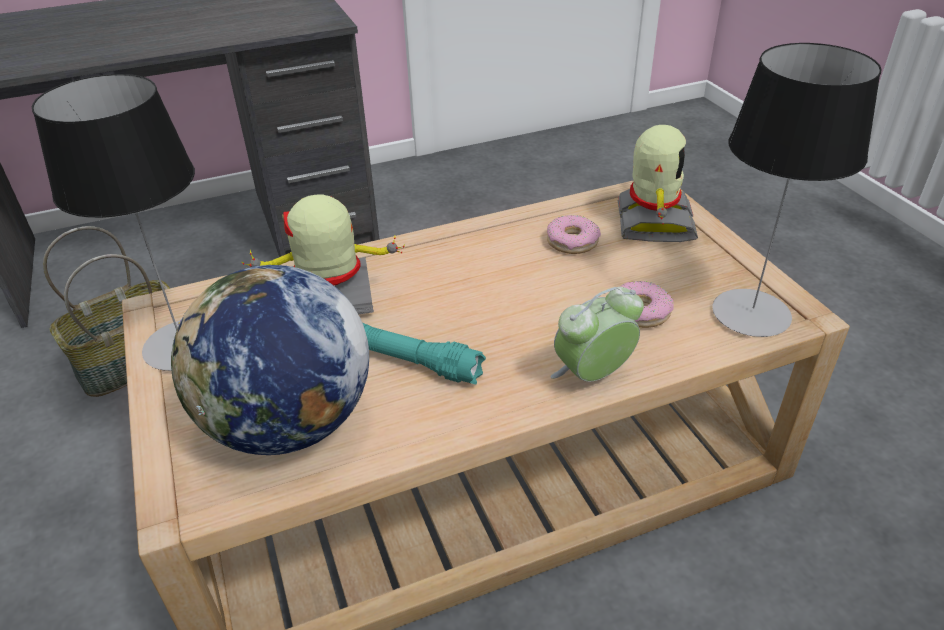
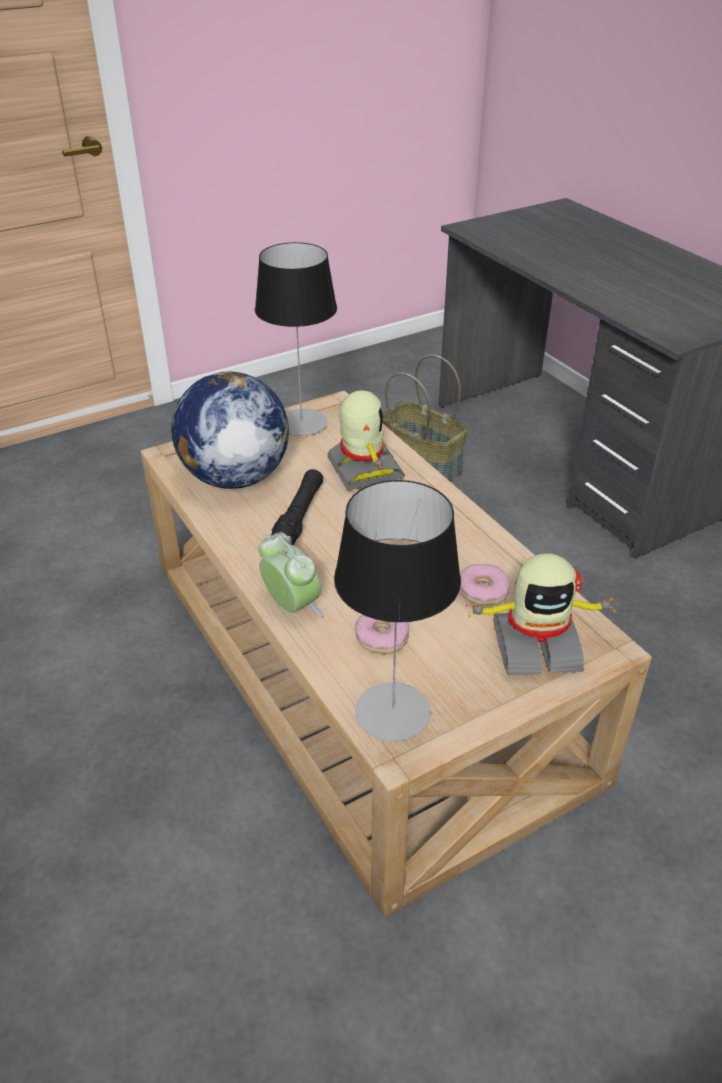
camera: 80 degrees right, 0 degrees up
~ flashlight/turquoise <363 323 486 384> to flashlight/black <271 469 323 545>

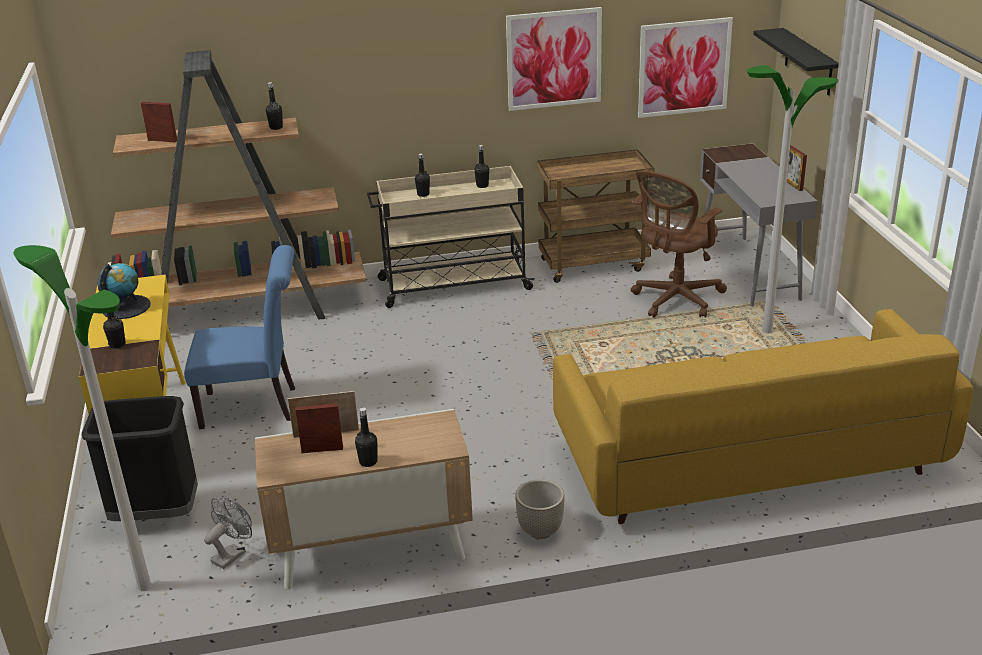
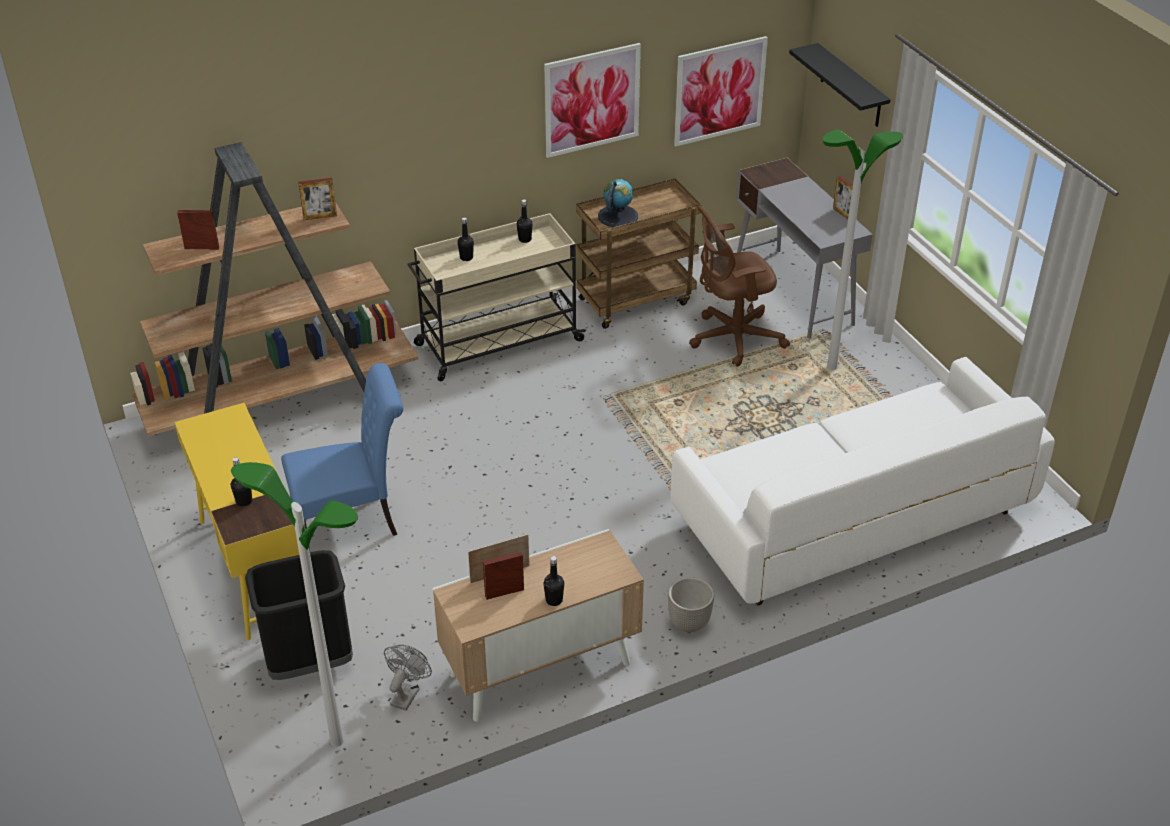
camera: 15 degrees left, 10 degrees up
~ bottle/black <266 82 283 130> to picture frame <298 178 337 220>
~ office chair/brown <631 171 727 318> = <689 205 790 367> 45 degrees clockwise
~ globe <97 263 151 319> to <598 179 638 227>
~ sofa/yellow <553 309 973 524> to sofa/white <671 357 1055 606>

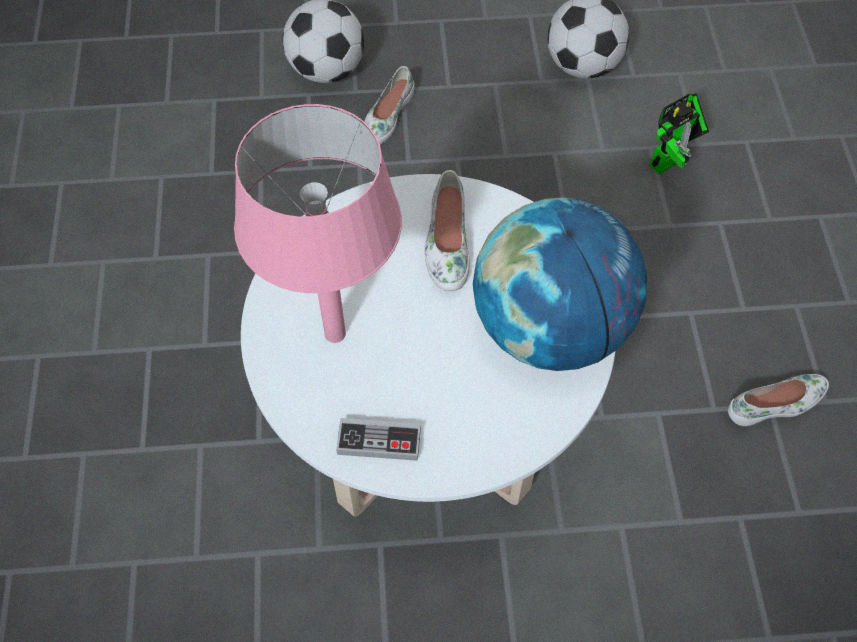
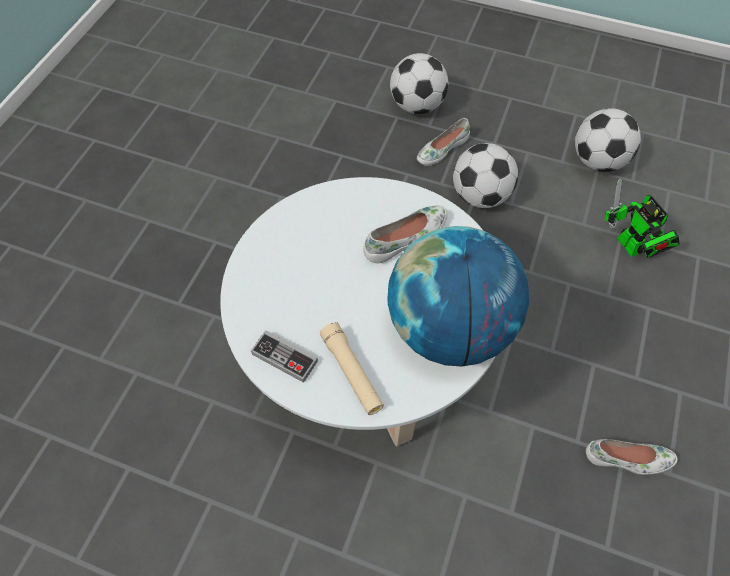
camera: 25 degrees right, 0 degrees up
~ toy robot <649 93 709 174> = <604 178 680 258> 75 degrees clockwise
- table lamp/pink <234 104 402 343>
~ shoe/white <424 170 470 291> = <363 205 447 263> 150 degrees counterclockwise
+ football <453 143 518 208>
+ flashlight/beige <320 322 384 415>

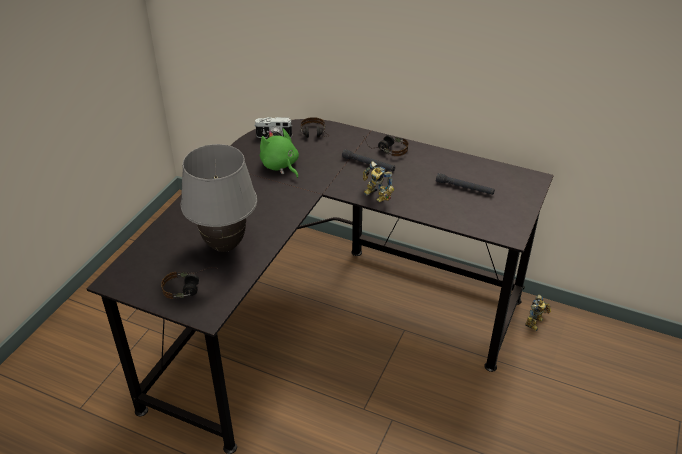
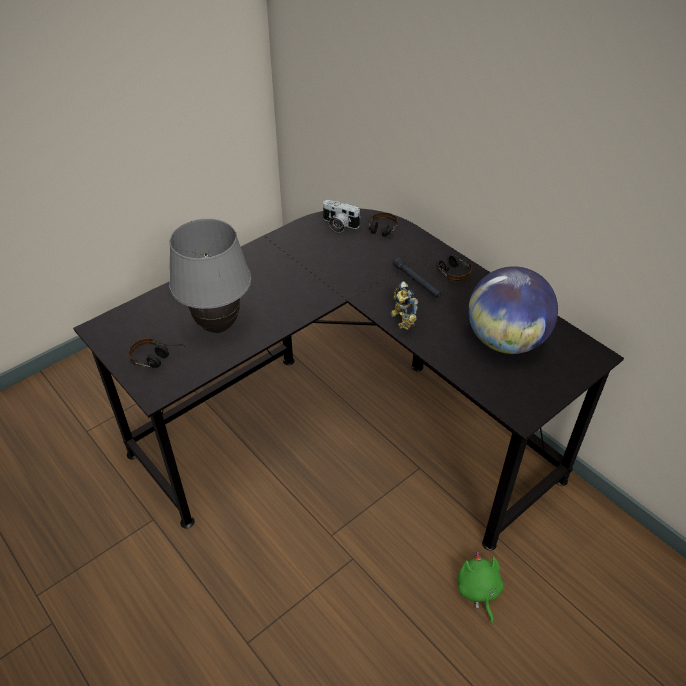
camera: 25 degrees right, 5 degrees up
~ plush toy/green <260 128 299 178> to <458 552 504 624>
~ flashlight/black <436 173 495 195> to globe <468 266 558 354>
- toy robot <525 295 551 331>

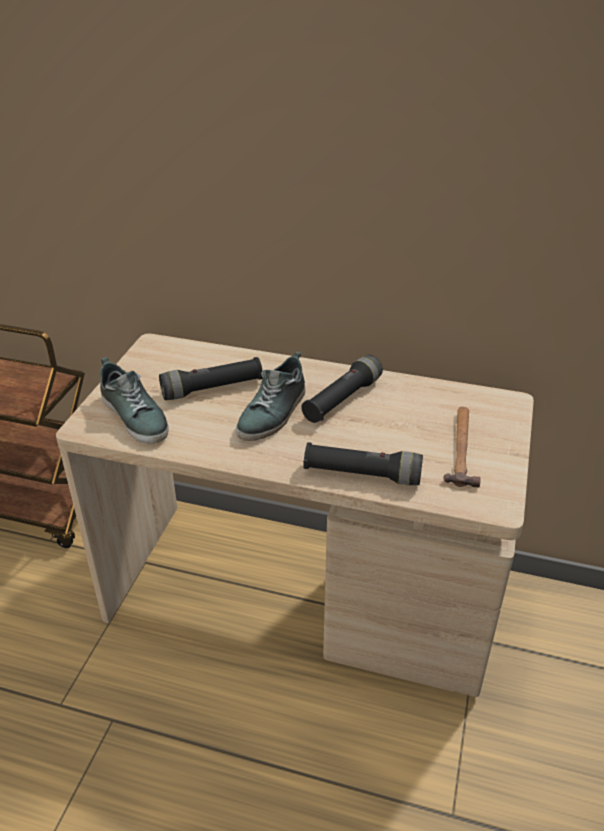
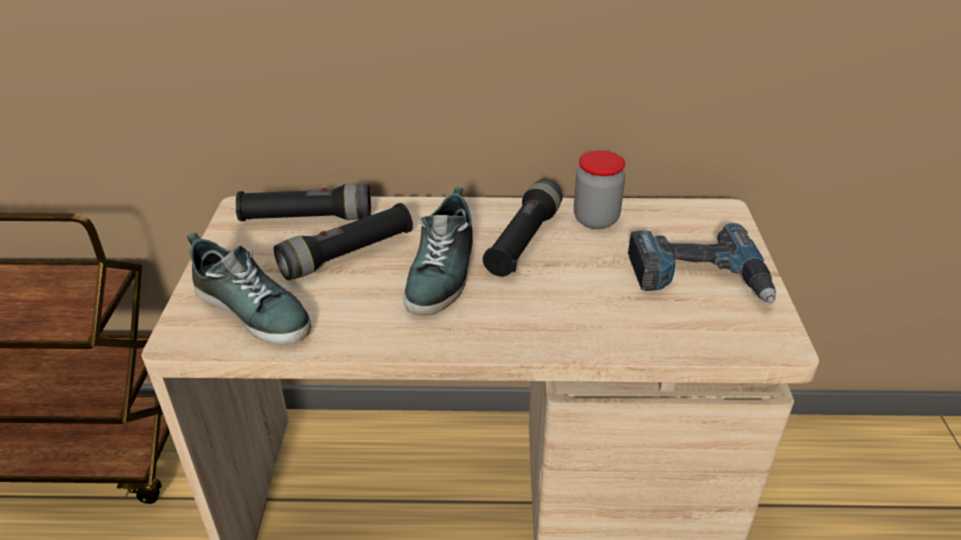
camera: 15 degrees left, 0 degrees up
~ hammer <443 407 481 488> to power drill <628 223 776 304>
~ flashlight/black <304 442 423 485> to <236 183 371 221>
+ jar <574 150 625 229>

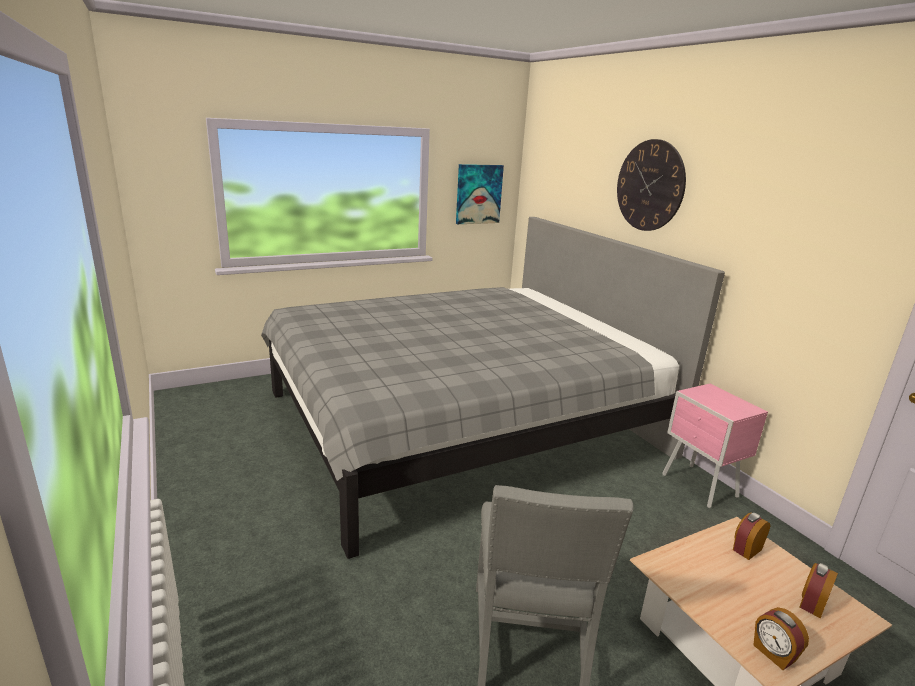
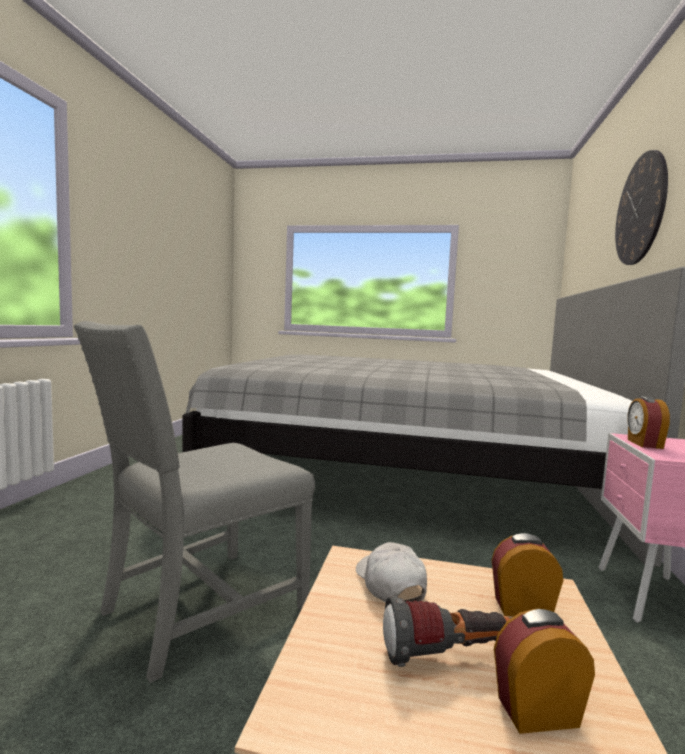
camera: 40 degrees right, 15 degrees down
- picture <456 164 504 224>
~ alarm clock <754 607 809 670> to <627 396 670 449>
+ cap/white <356 542 427 603>
+ flashlight <383 596 511 667>

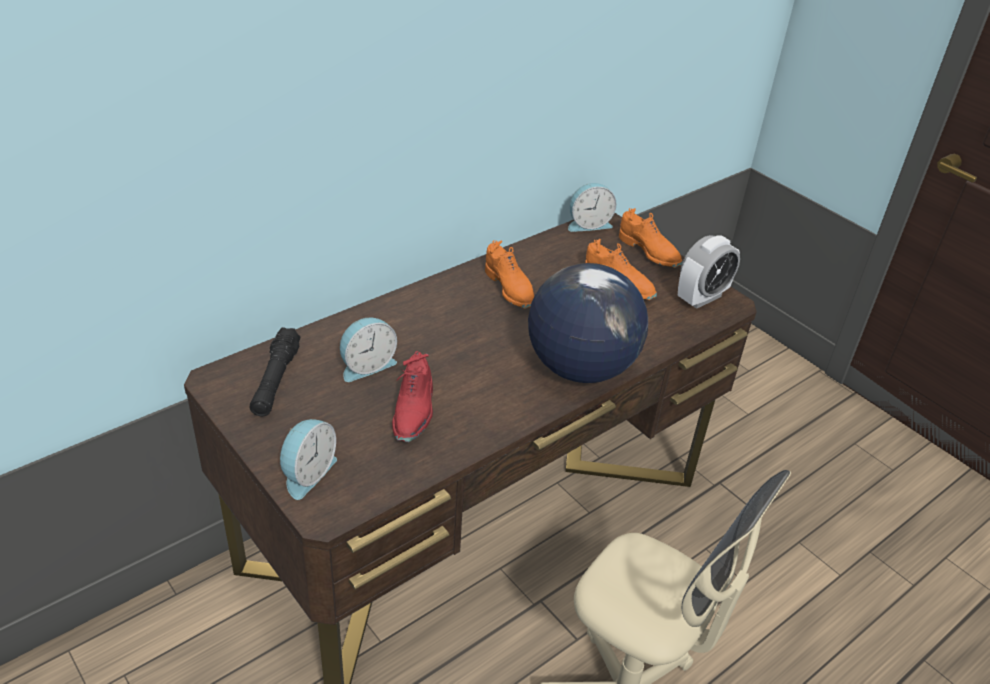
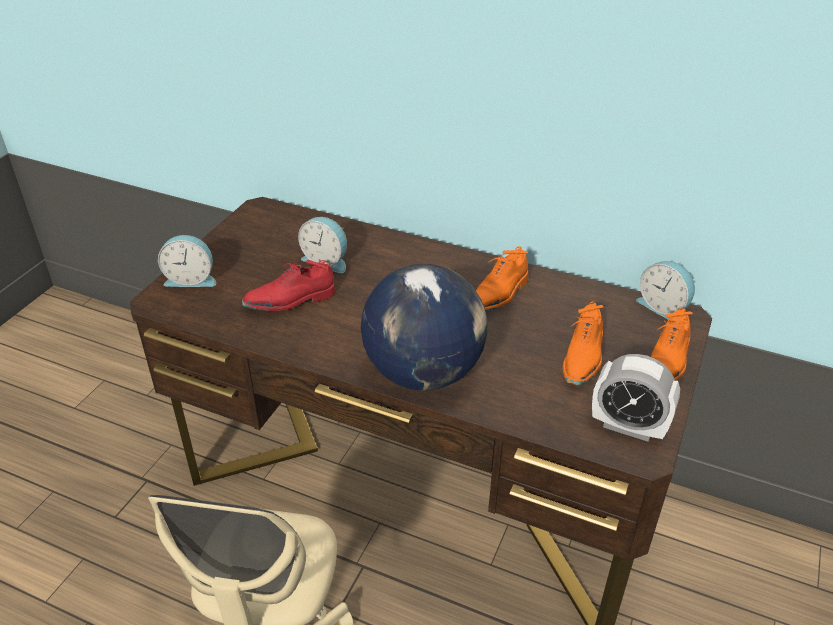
camera: 65 degrees right, 0 degrees up
- flashlight/black <250 327 300 416>

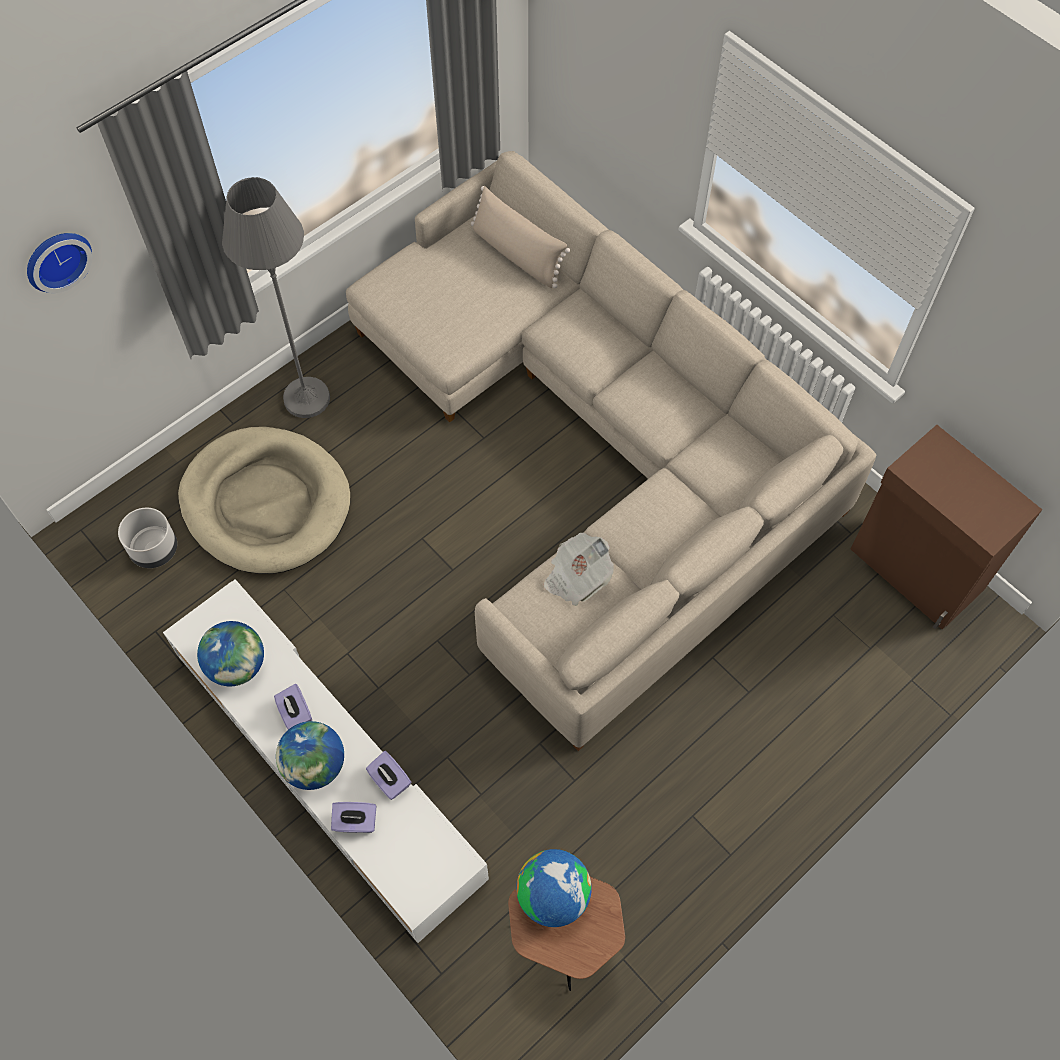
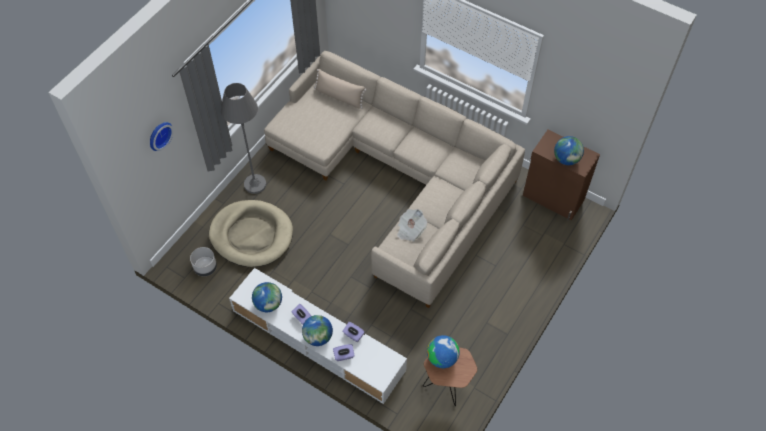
camera: 15 degrees left, 5 degrees down
+ globe <554 136 584 165>

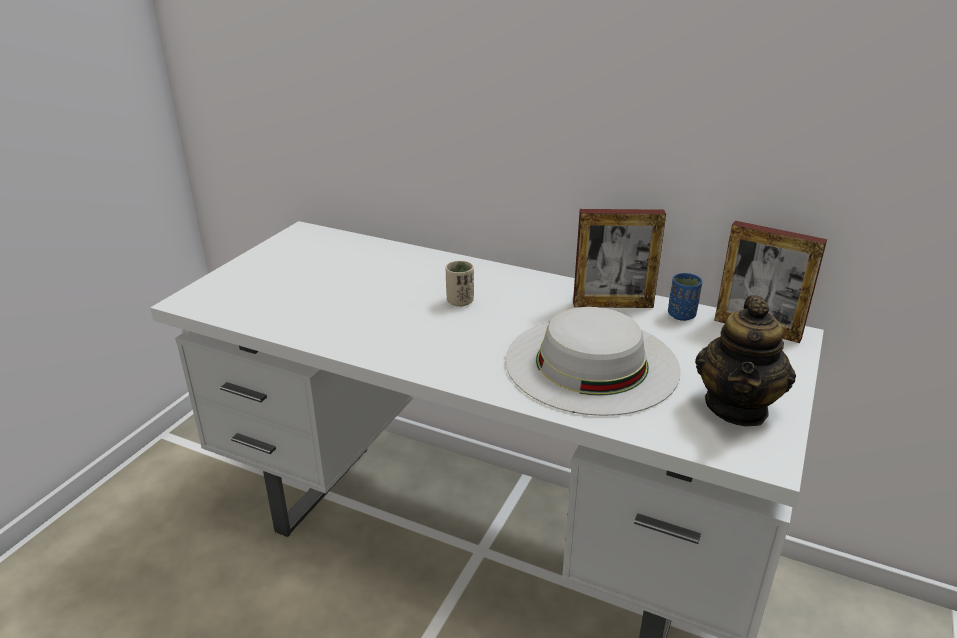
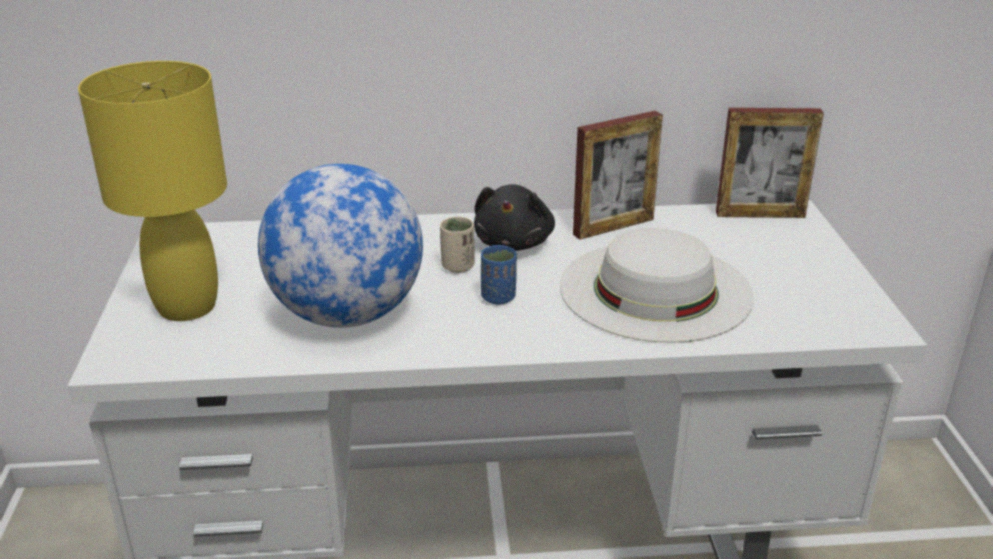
camera: 30 degrees left, 0 degrees up
~ cup/blue <668 273 702 321> to <481 245 517 304>
- teapot <695 295 796 426>
+ table lamp/yellow <78 61 227 321>
+ globe <258 164 423 328>
+ plush toy/black <474 185 555 251>

